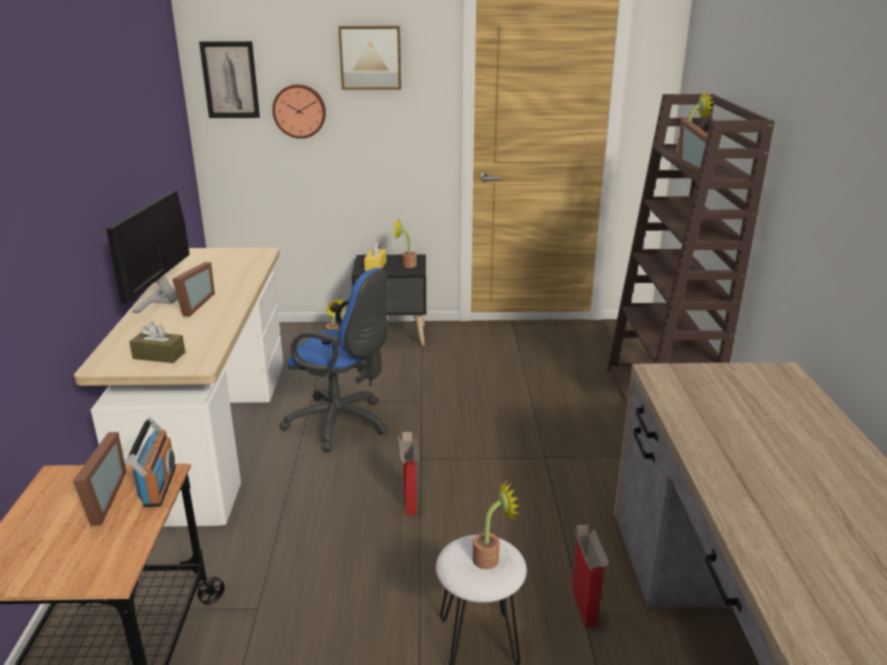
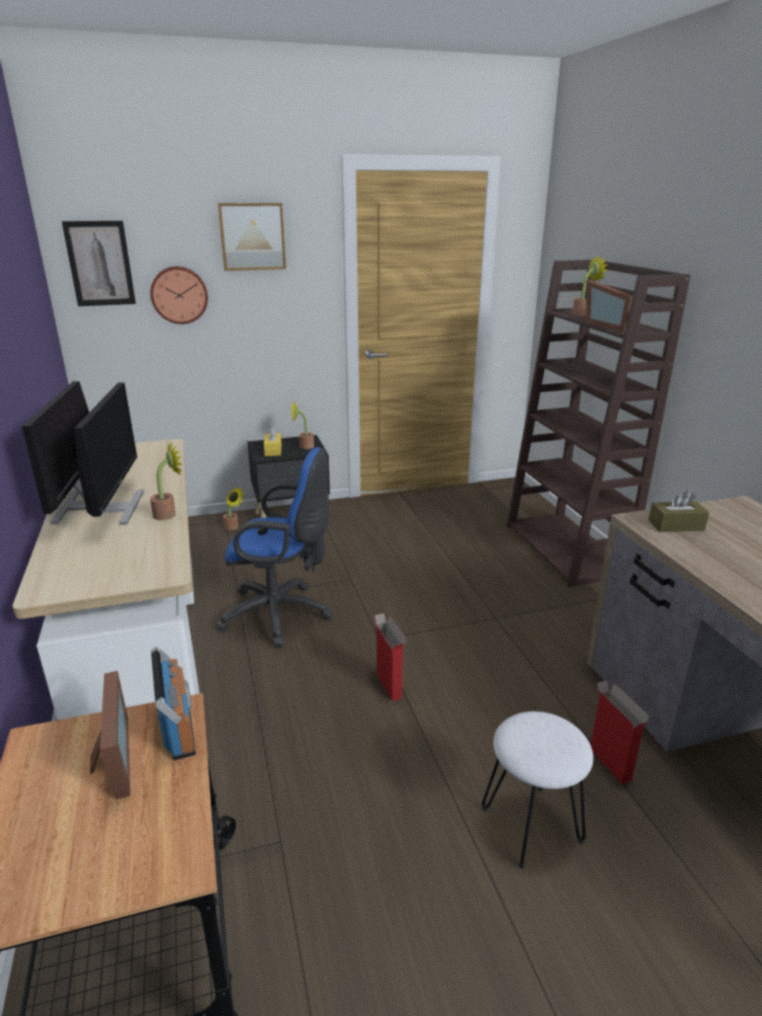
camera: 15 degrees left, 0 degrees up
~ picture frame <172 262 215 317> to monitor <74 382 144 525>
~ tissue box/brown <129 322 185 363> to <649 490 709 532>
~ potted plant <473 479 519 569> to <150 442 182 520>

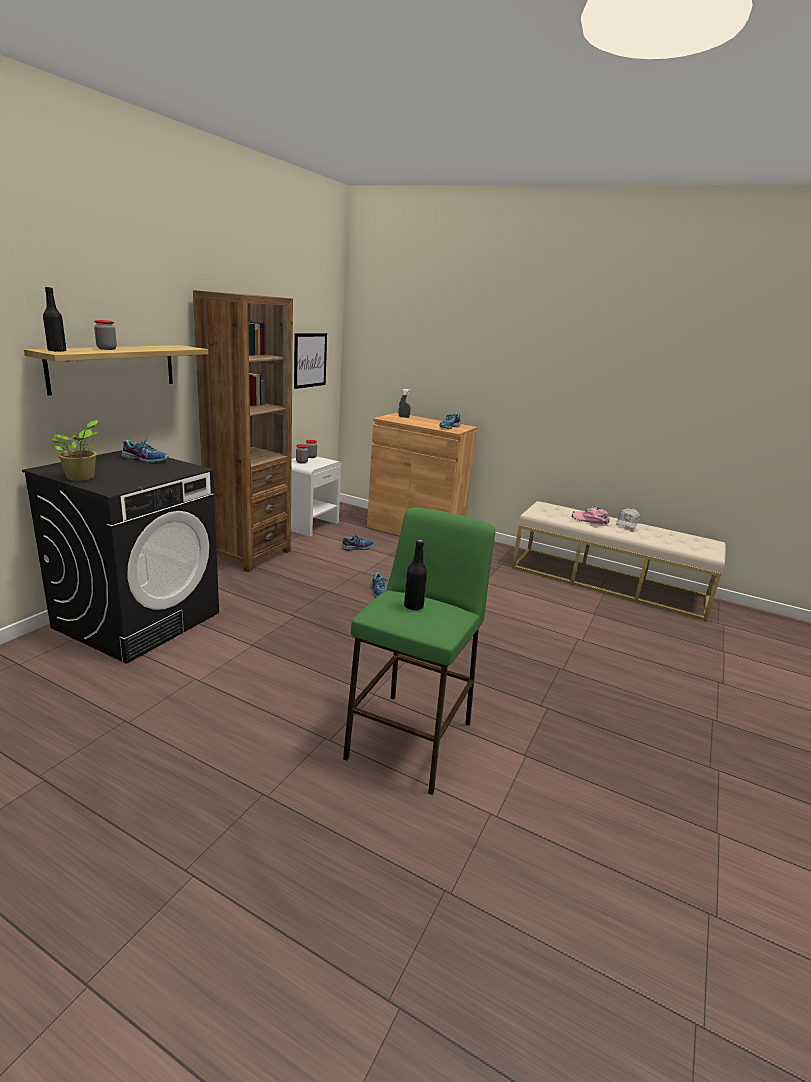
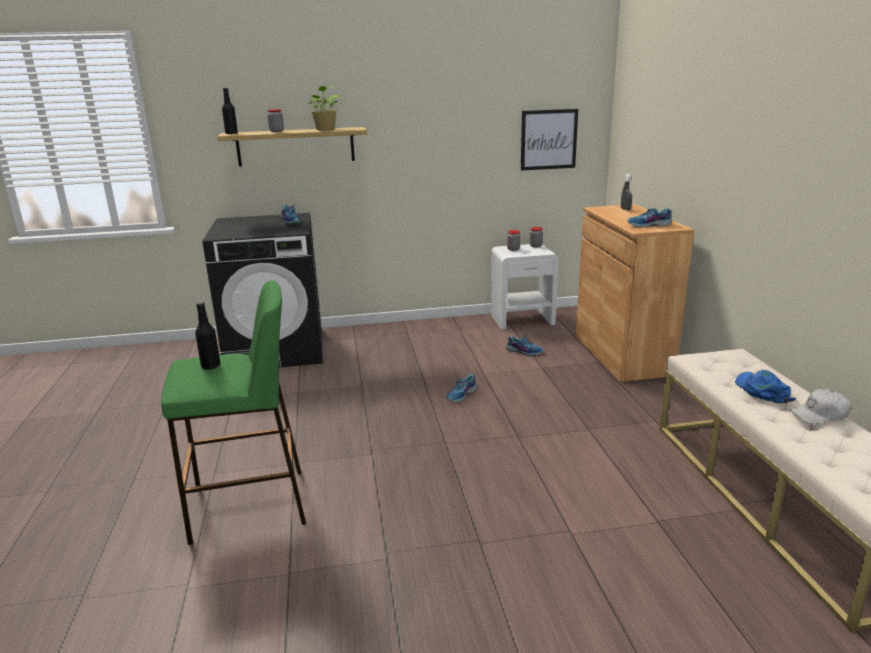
camera: 55 degrees right, 0 degrees up
- bookcase/brown <193 290 293 572>
~ potted plant <50 420 98 481> to <308 85 341 130>
~ cap/pink <571 507 610 524> to cap/blue <735 370 796 403>

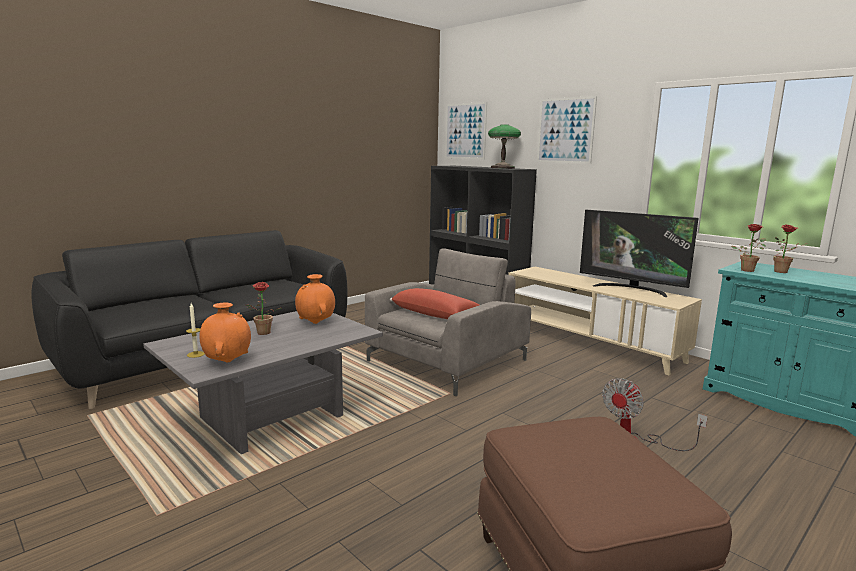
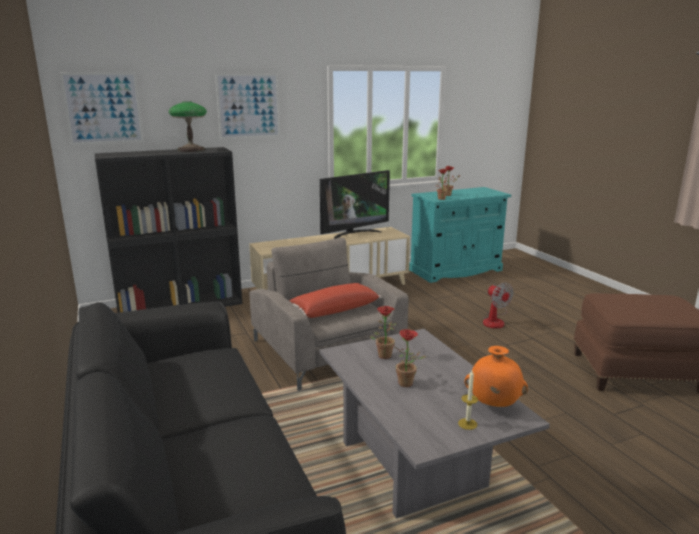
camera: 70 degrees left, 5 degrees up
~ vase/orange <295 274 335 324> to potted plant <370 306 397 359>

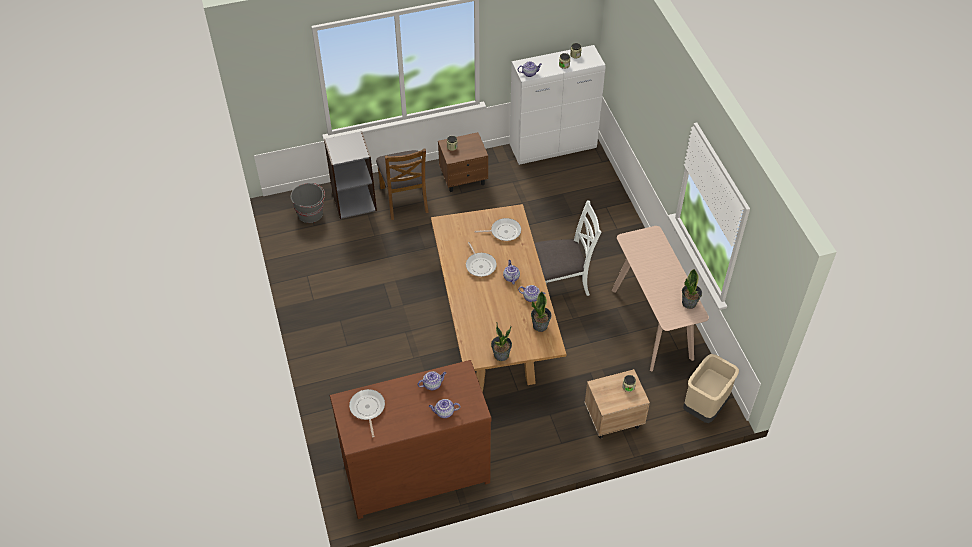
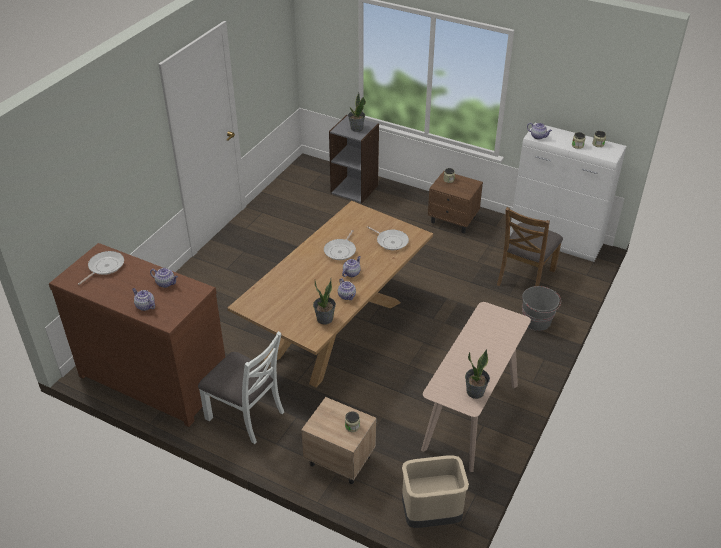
camera: 45 degrees right, 10 degrees down
~ chair/brown <376 148 429 220> to <497 207 563 286>
~ bucket/grey <291 183 325 223> to <522 286 561 331>
~ chair/white <534 200 601 296> to <198 331 284 444>
~ potted plant <491 326 512 361> to <348 93 366 132>

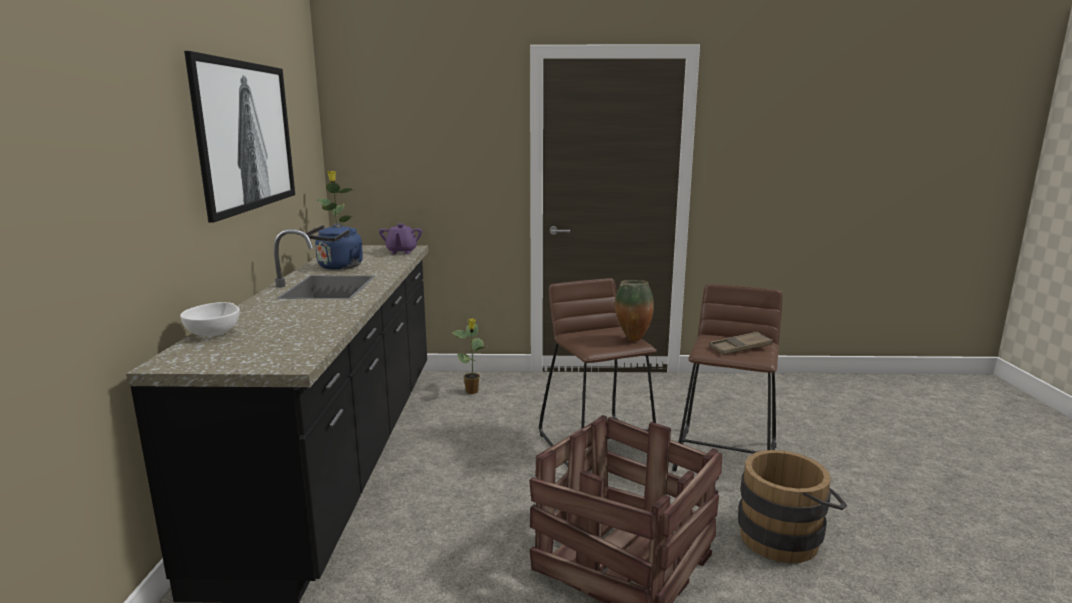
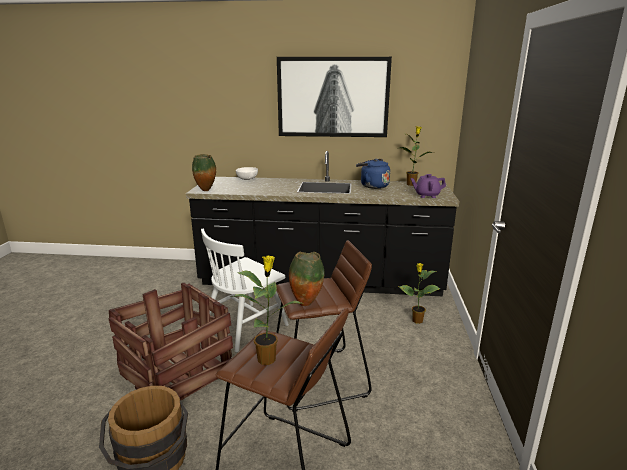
camera: 95 degrees right, 5 degrees up
~ tray/brown <709 332 773 354> to potted plant <231 255 301 365>
+ vase <192 154 216 191>
+ chair/white <201 228 289 352>

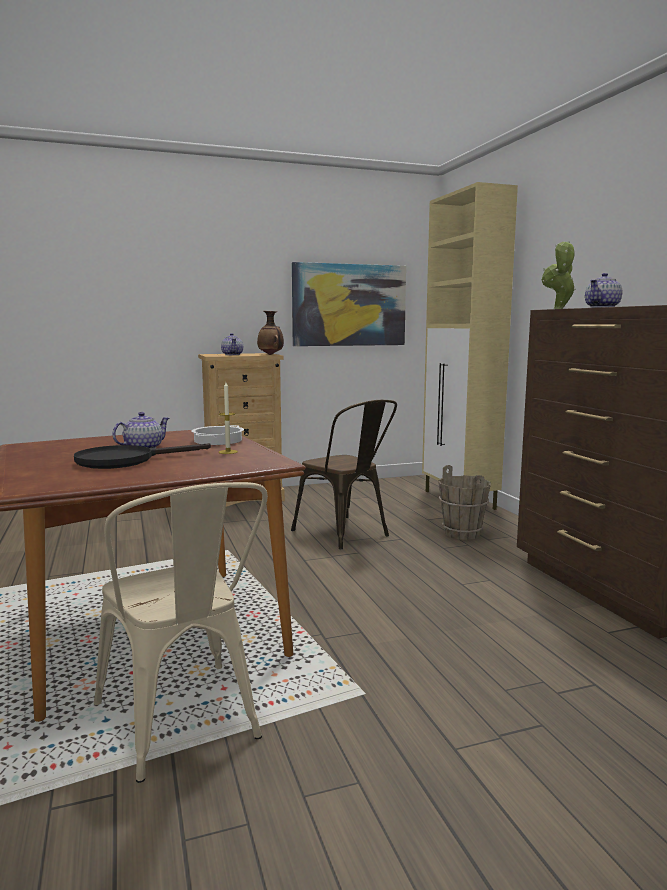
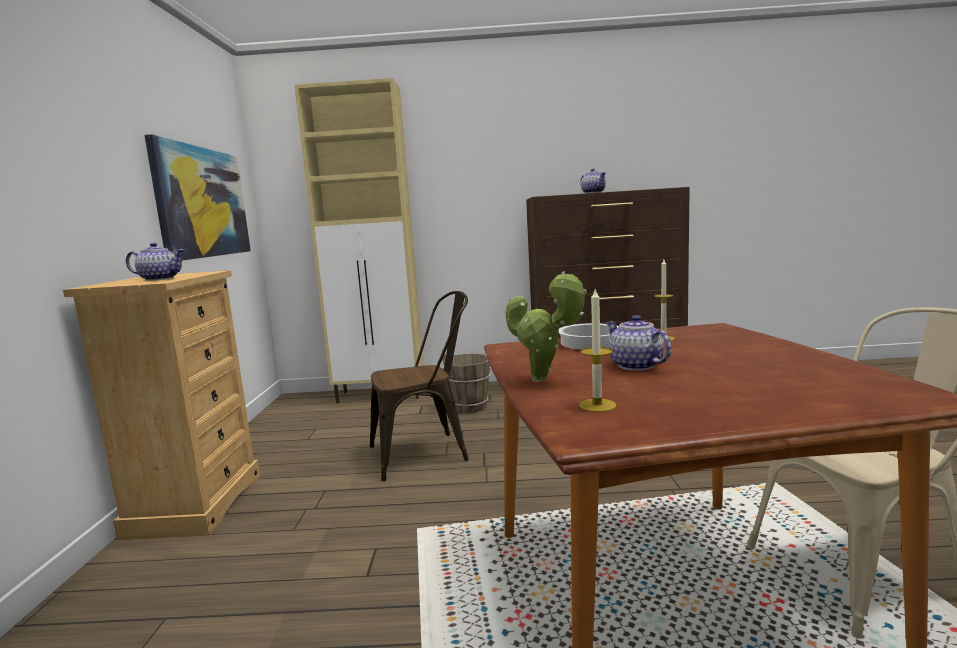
camera: 70 degrees left, 0 degrees up
~ potted plant <542 241 576 309> to <506 271 587 382>
- vase <257 311 284 355>
- frying pan/black <74 443 211 469>
+ candle <579 289 616 412>

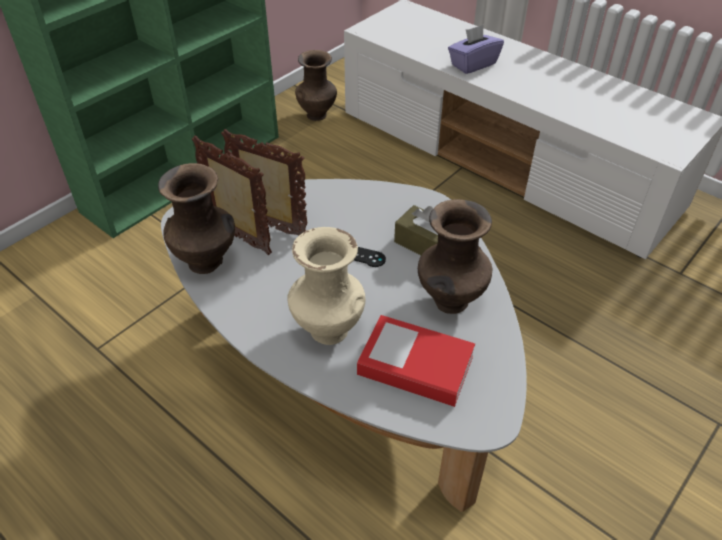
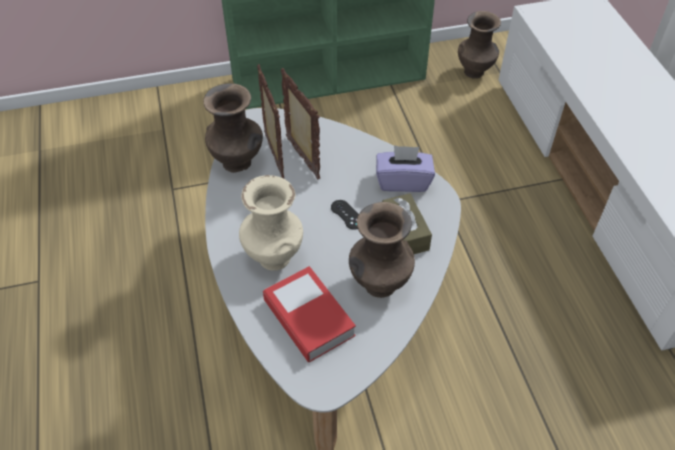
camera: 35 degrees right, 5 degrees up
~ tissue box/purple <448 25 504 74> to <376 145 435 192>

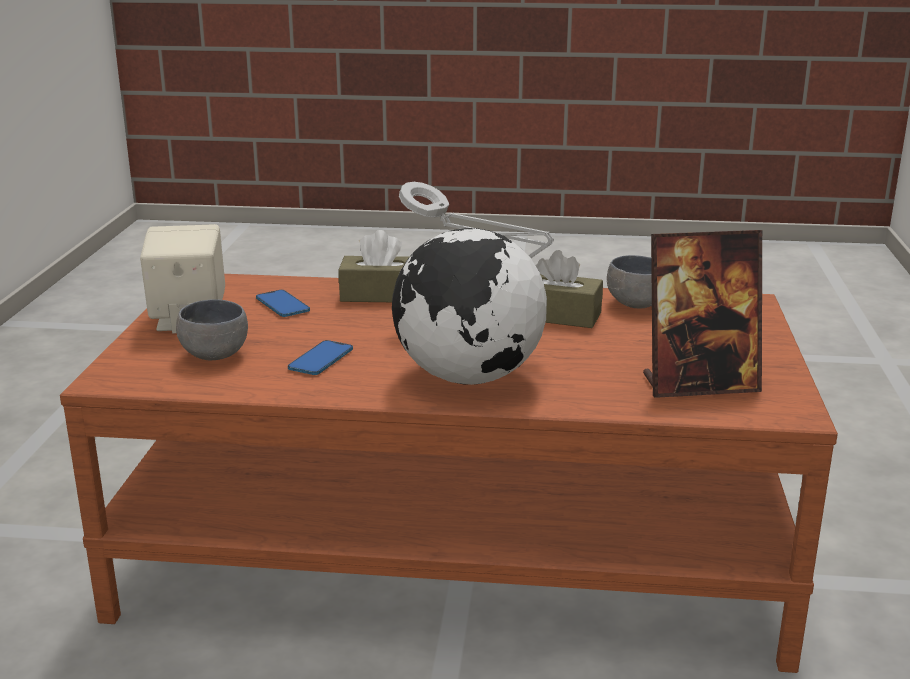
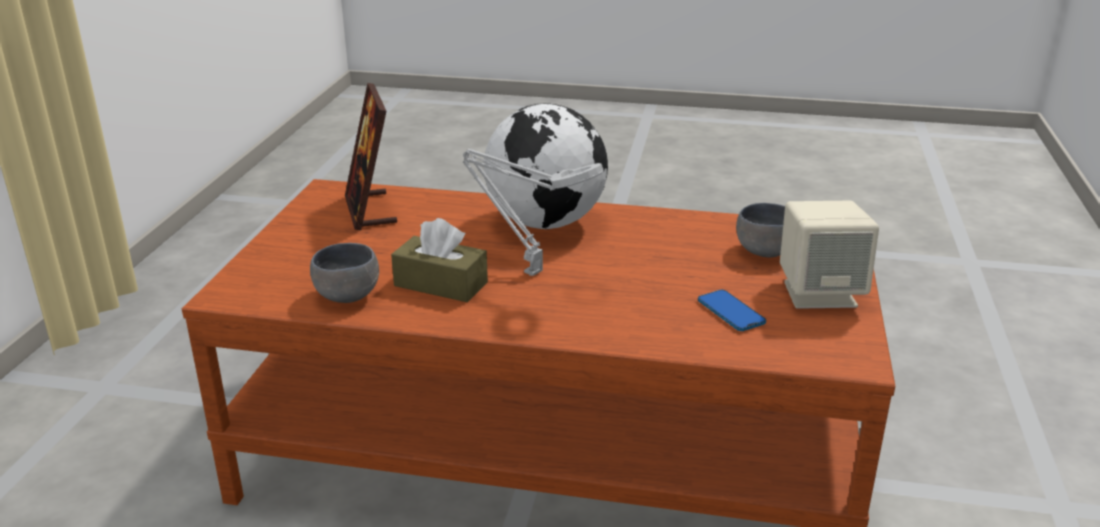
camera: 175 degrees left, 5 degrees up
- tissue box/brown <338 230 410 302>
~ picture frame <643 230 762 398> = <345 83 397 230> 105 degrees counterclockwise
- phone <288 340 353 375>

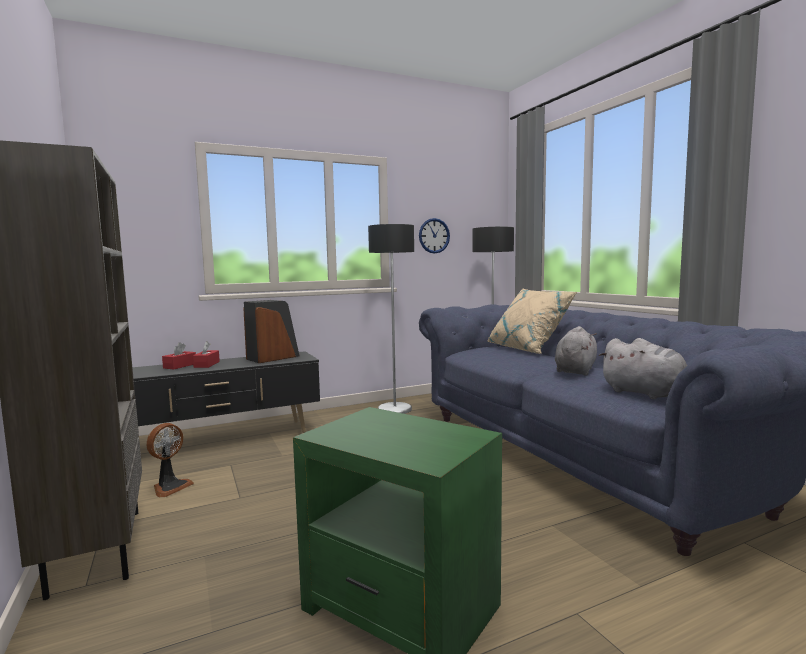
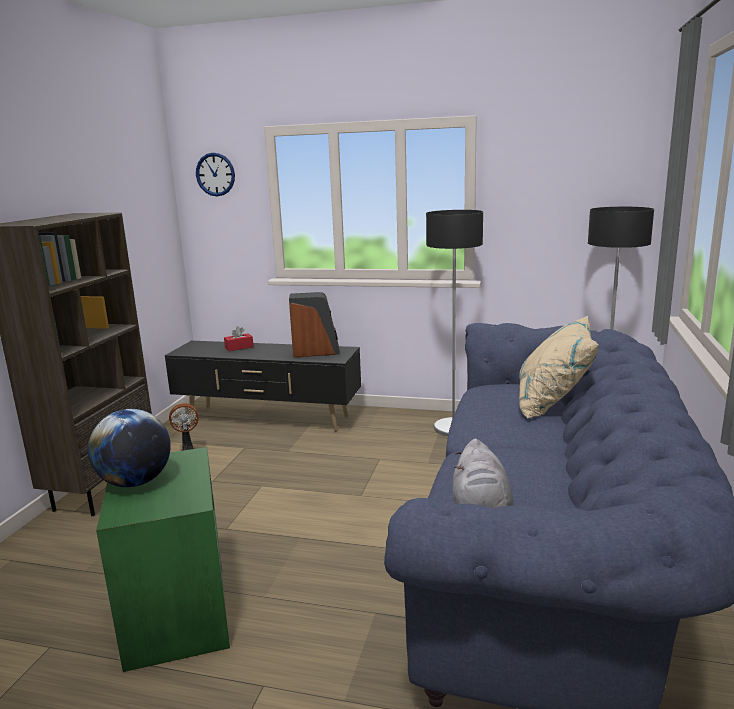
camera: 40 degrees right, 10 degrees up
~ wall clock <419 218 450 254> to <196 153 235 196>
- plush toy/grey <555 326 597 376>
- tissue box/red <193 341 220 368>
+ globe <88 409 171 487>

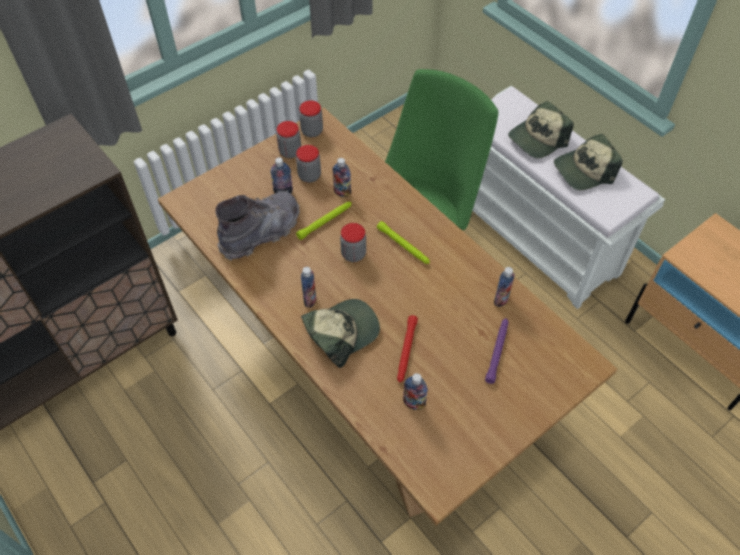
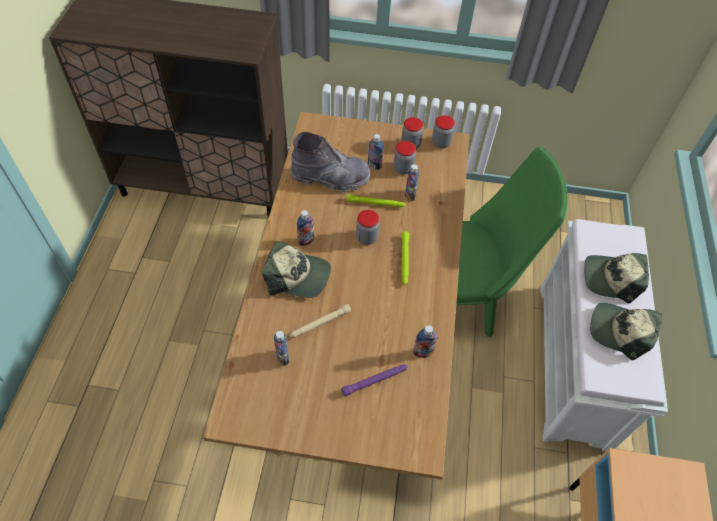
camera: 45 degrees right, 0 degrees up
~ flashlight/red <397 315 418 382> to flashlight/beige <289 304 351 338>

